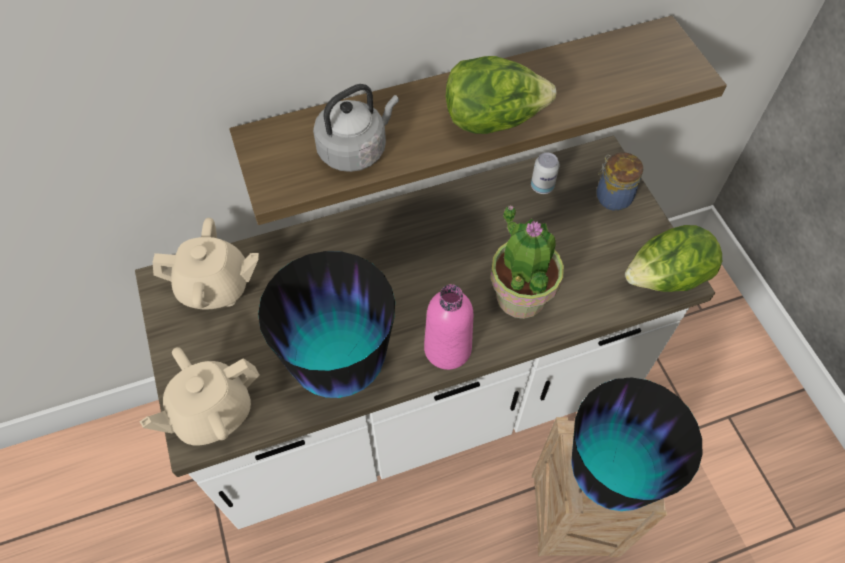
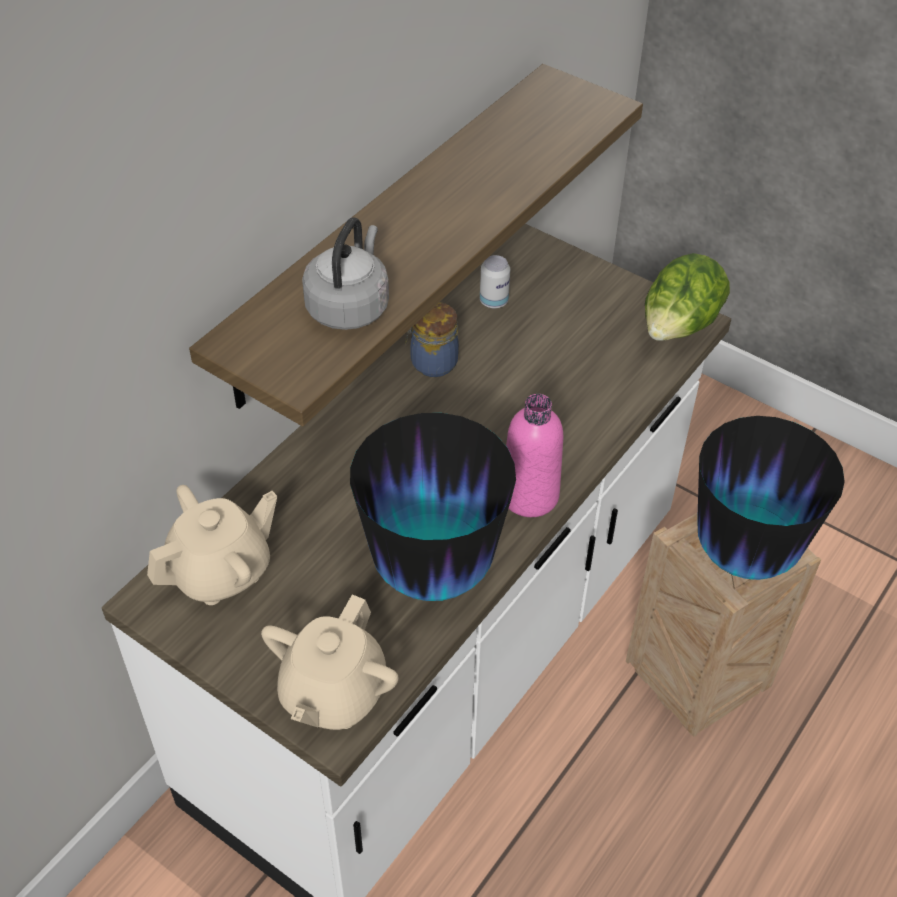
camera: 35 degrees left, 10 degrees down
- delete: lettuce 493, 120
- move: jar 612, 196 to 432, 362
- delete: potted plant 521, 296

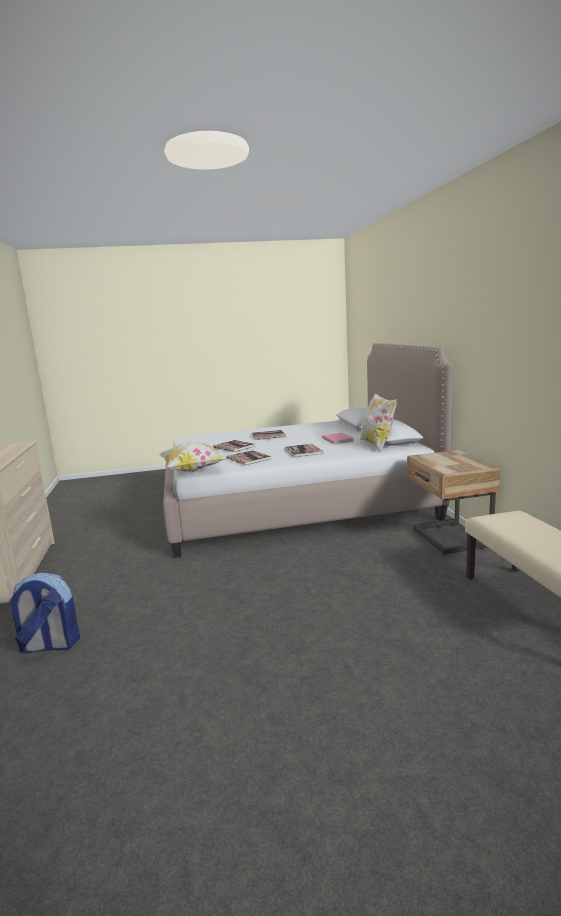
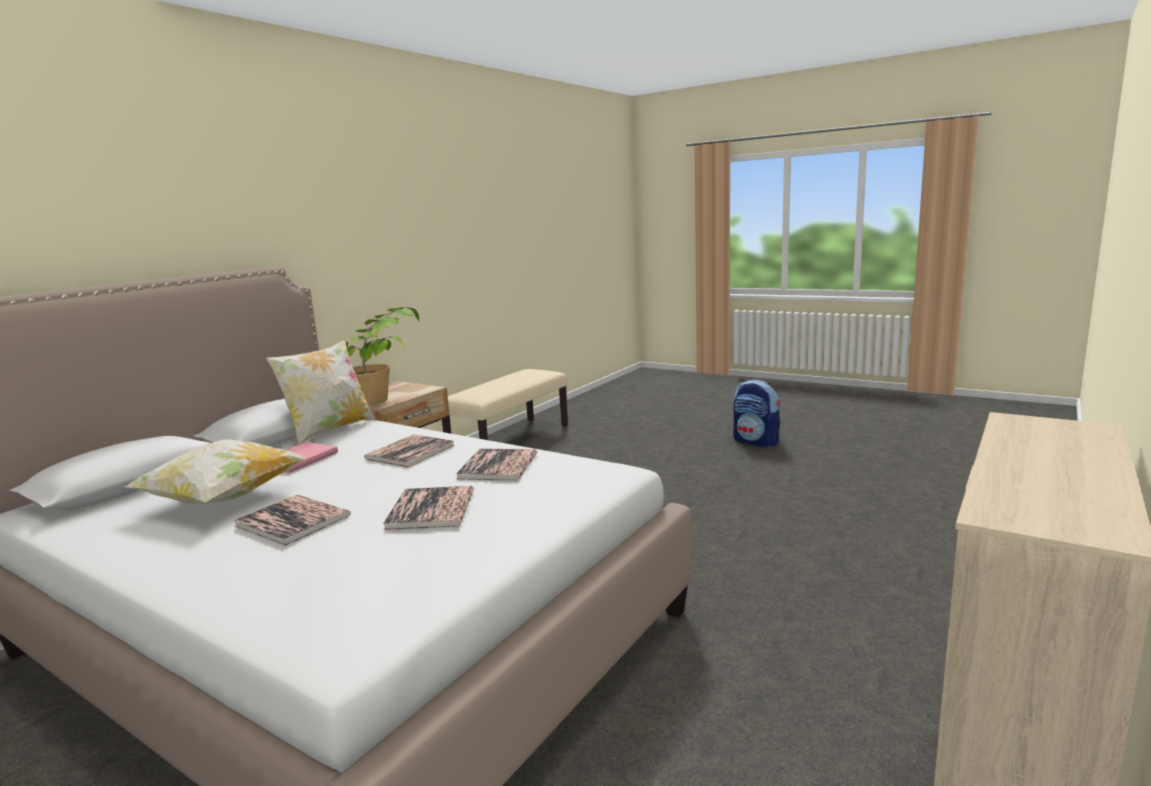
camera: 135 degrees left, 0 degrees up
- move: pillow 192, 470 to 224, 499
- move: backpack 49, 645 to 756, 441
- insert: potted plant 385, 396

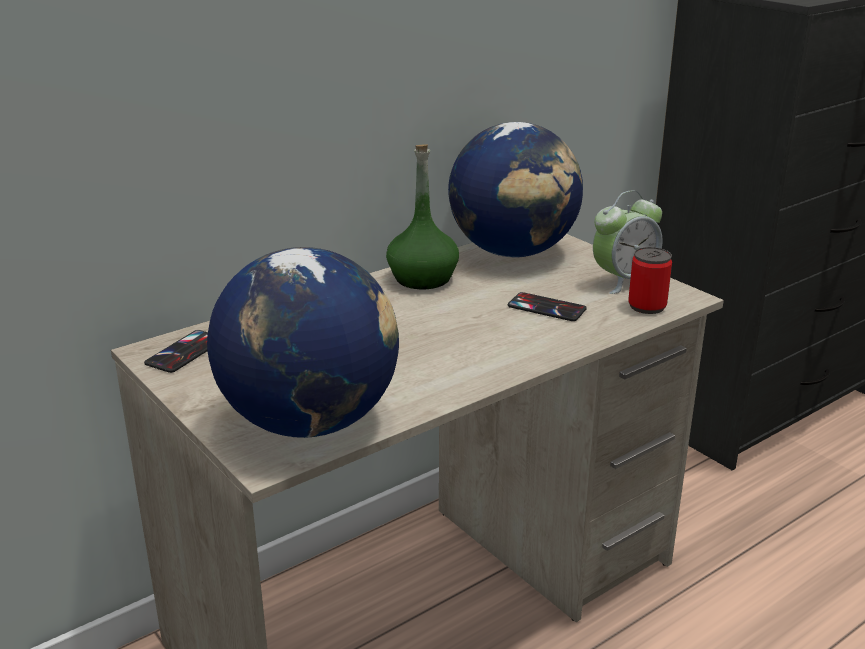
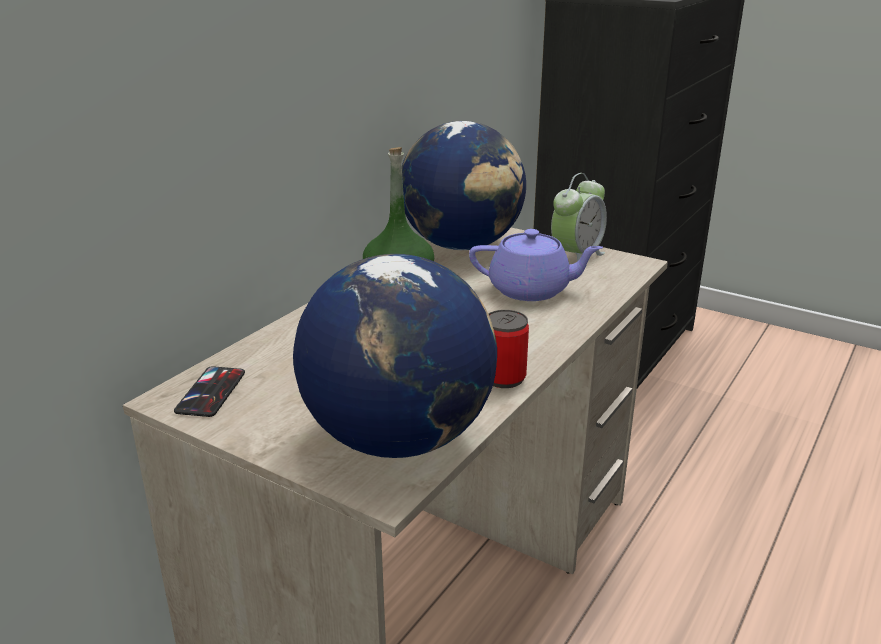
camera: 20 degrees left, 0 degrees up
- move: can 647, 306 to 503, 378
- replace: phone 546, 308 to teapot (purple) 531, 290

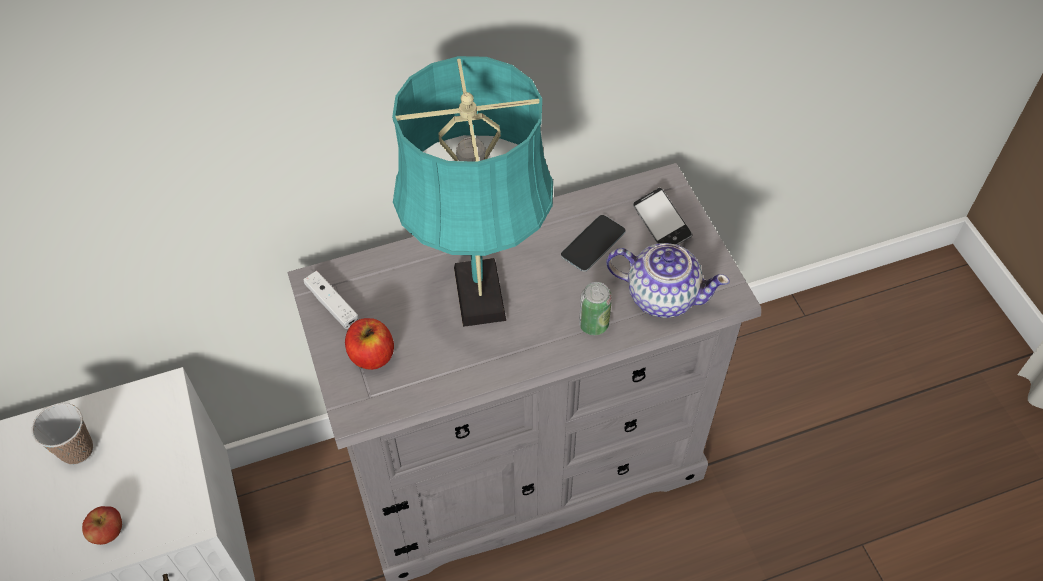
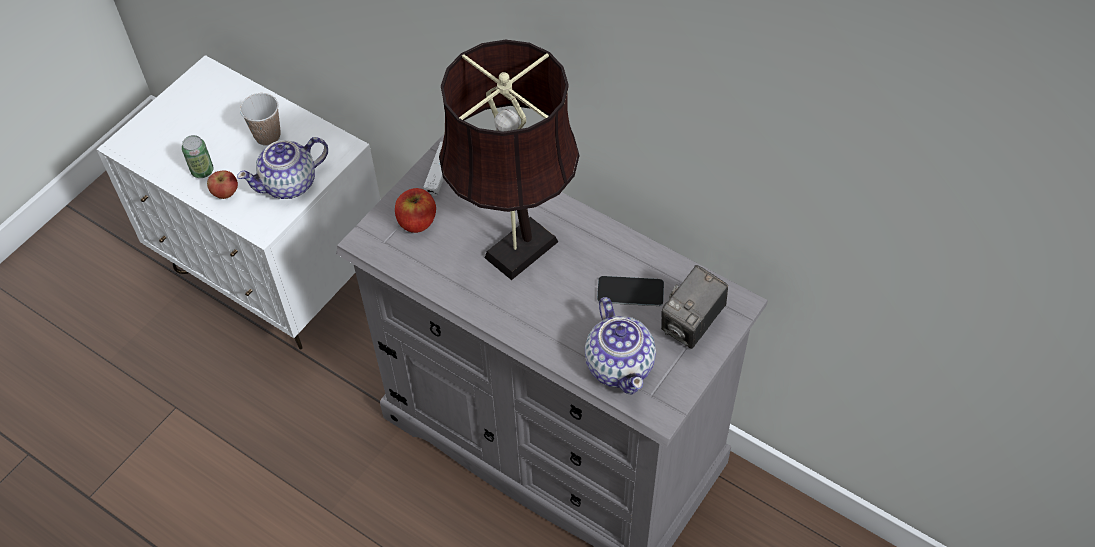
camera: 55 degrees right, 0 degrees up
- recolor: table lamp (turquoise) 480, 300 to table lamp (brown) 515, 254
- replace: phone 661, 223 to photo camera 692, 325
- move: can 593, 324 to 202, 171
- insert: teapot 290, 184

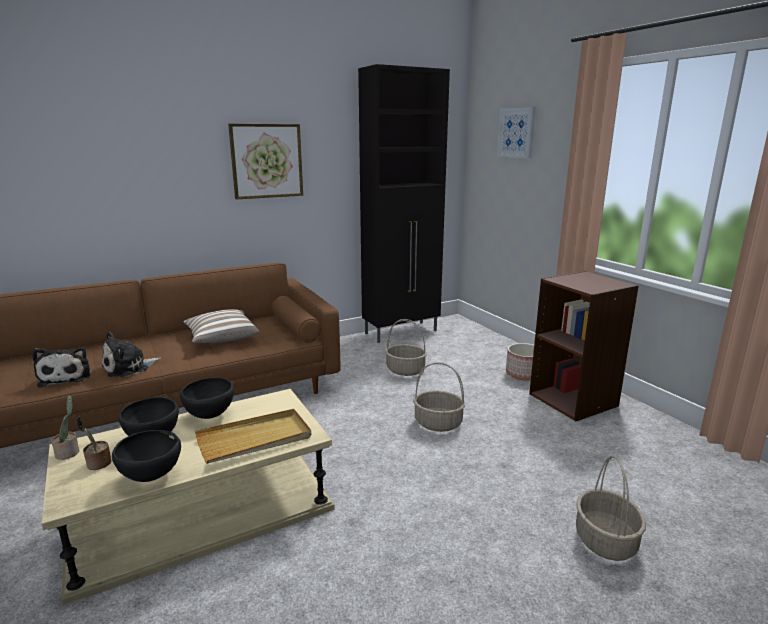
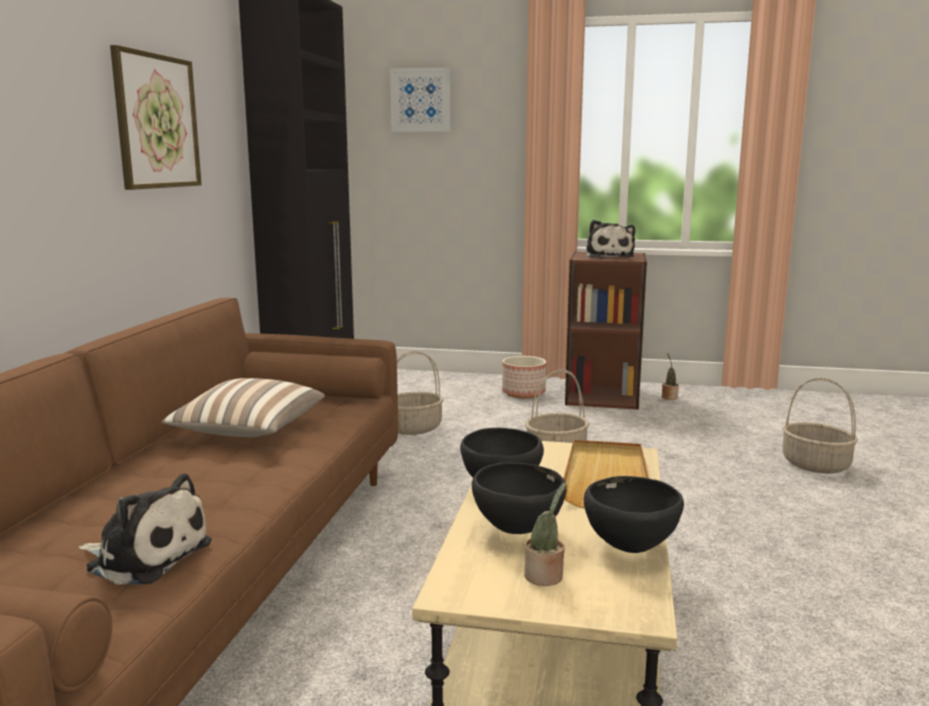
camera: 50 degrees left, 5 degrees down
- move: plush toy 129, 367 to 609, 256
- move: potted plant 69, 452 to 669, 397

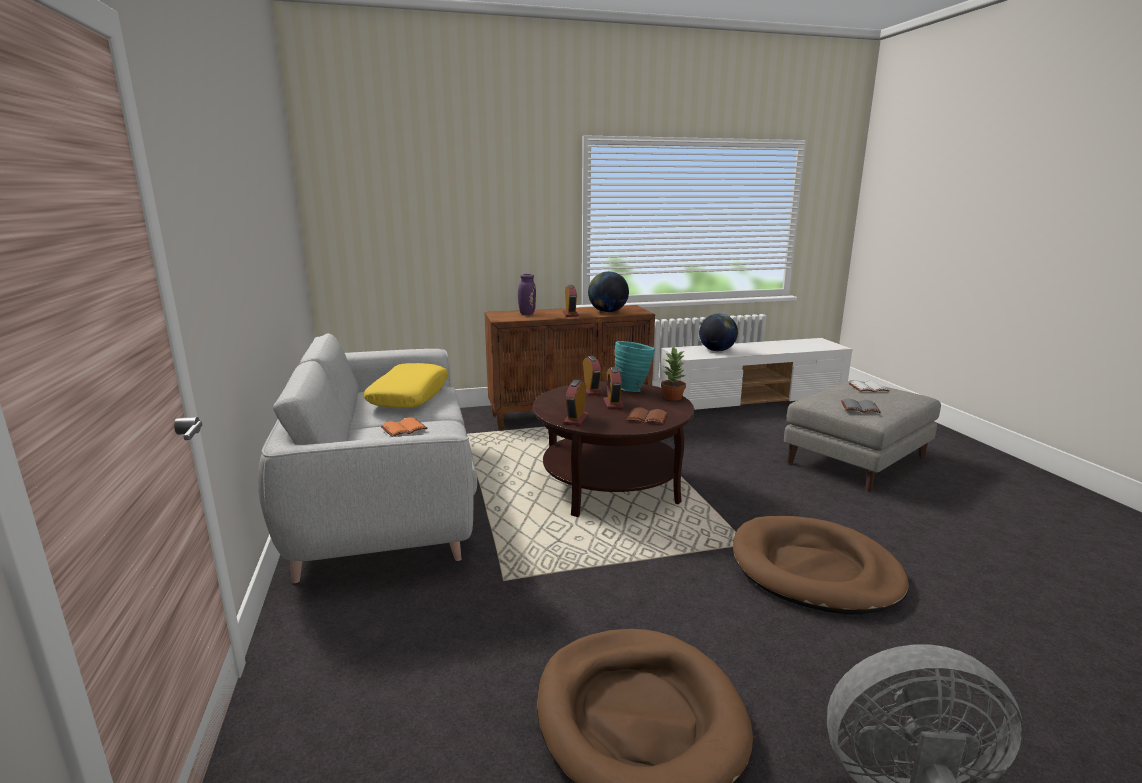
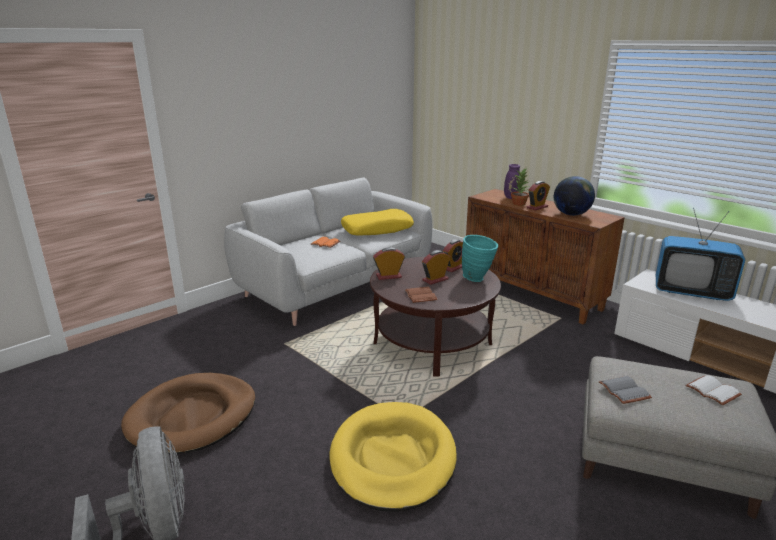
camera: 60 degrees right, 5 degrees up
- replace: globe 716, 350 to television 691, 292
- move: potted plant 673, 397 to 519, 204
- recolor: dog bed (brown) 814, 570 to dog bed (yellow) 392, 459

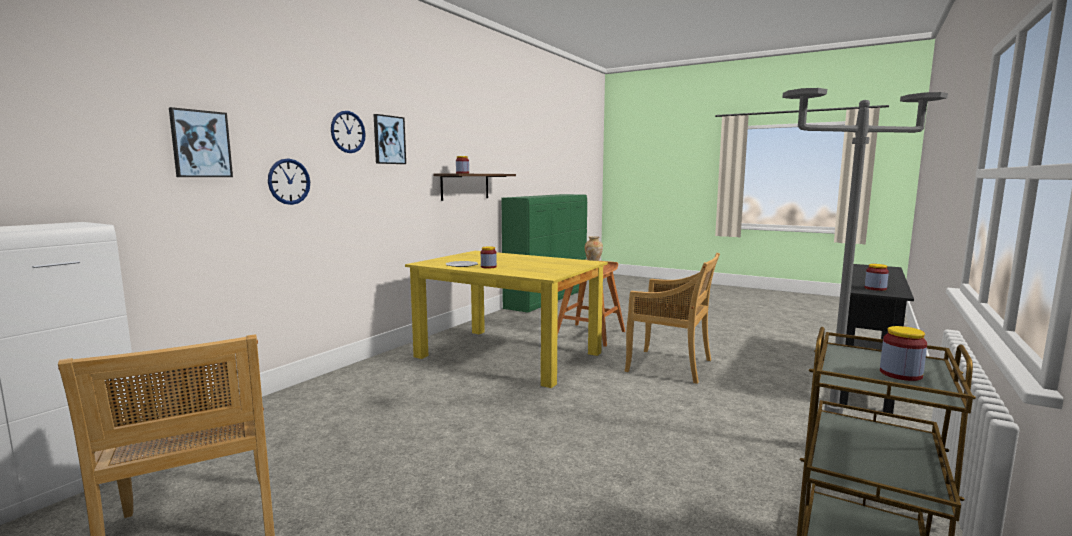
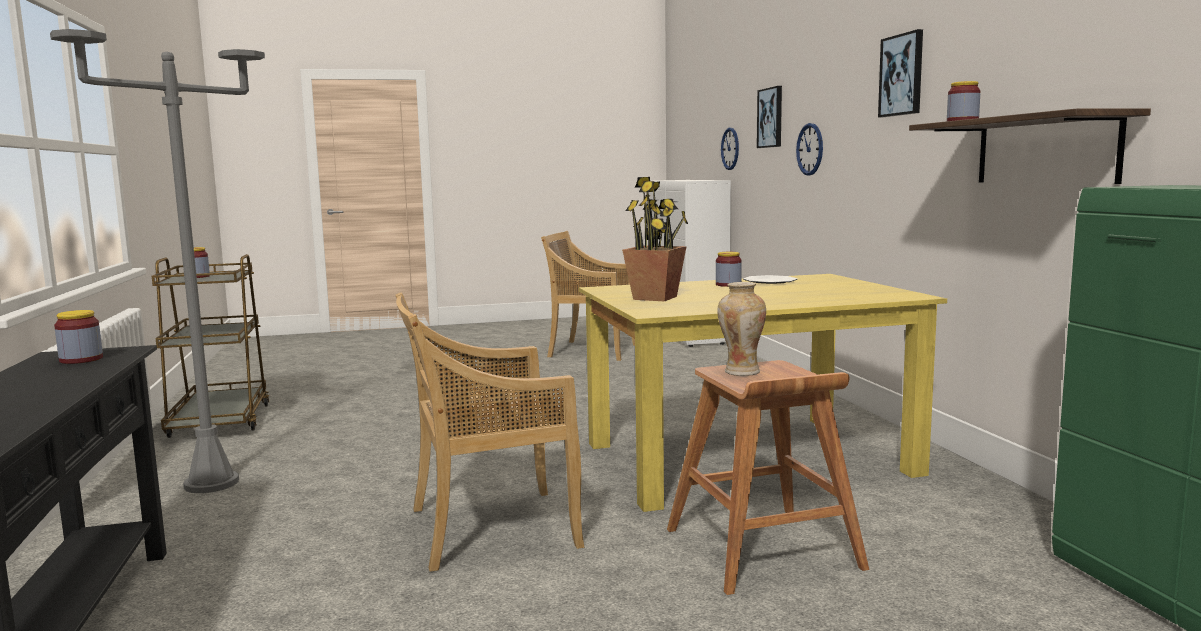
camera: 135 degrees right, 0 degrees up
- move: wall clock 348, 132 to 730, 148
- insert: potted plant 655, 298

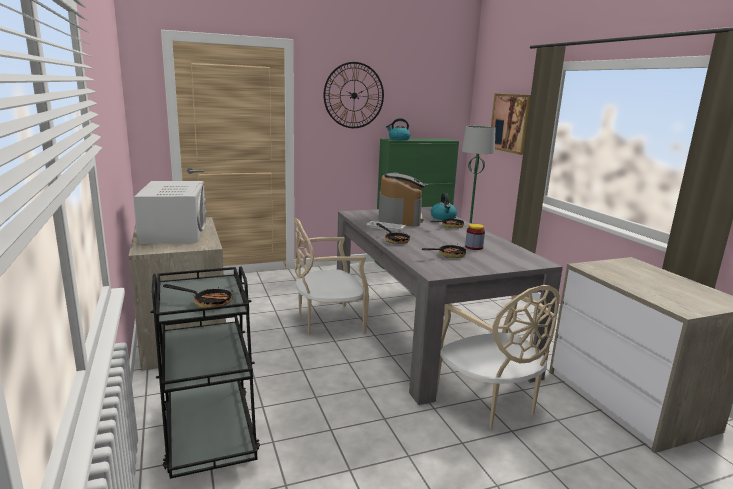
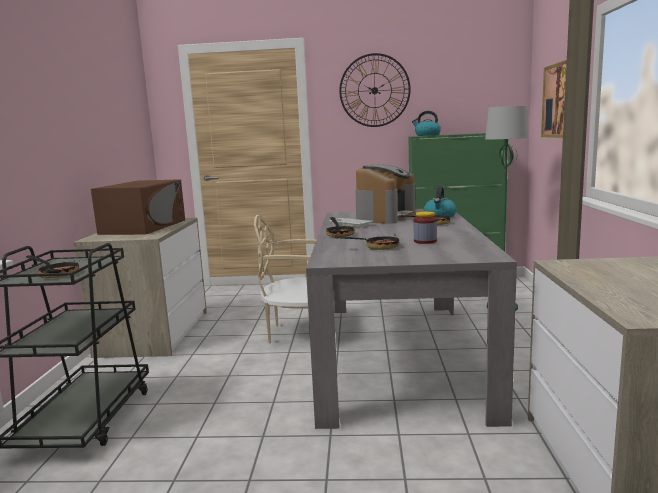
camera: 25 degrees right, 5 degrees down
- recolor: microwave (white) 175, 231 to microwave (brown) 144, 227
- delete: chair (beige) 489, 402

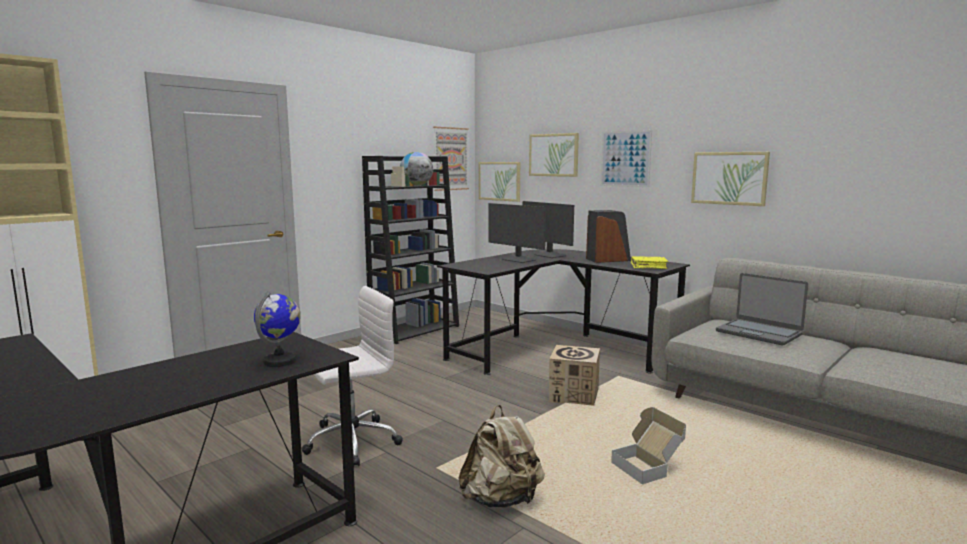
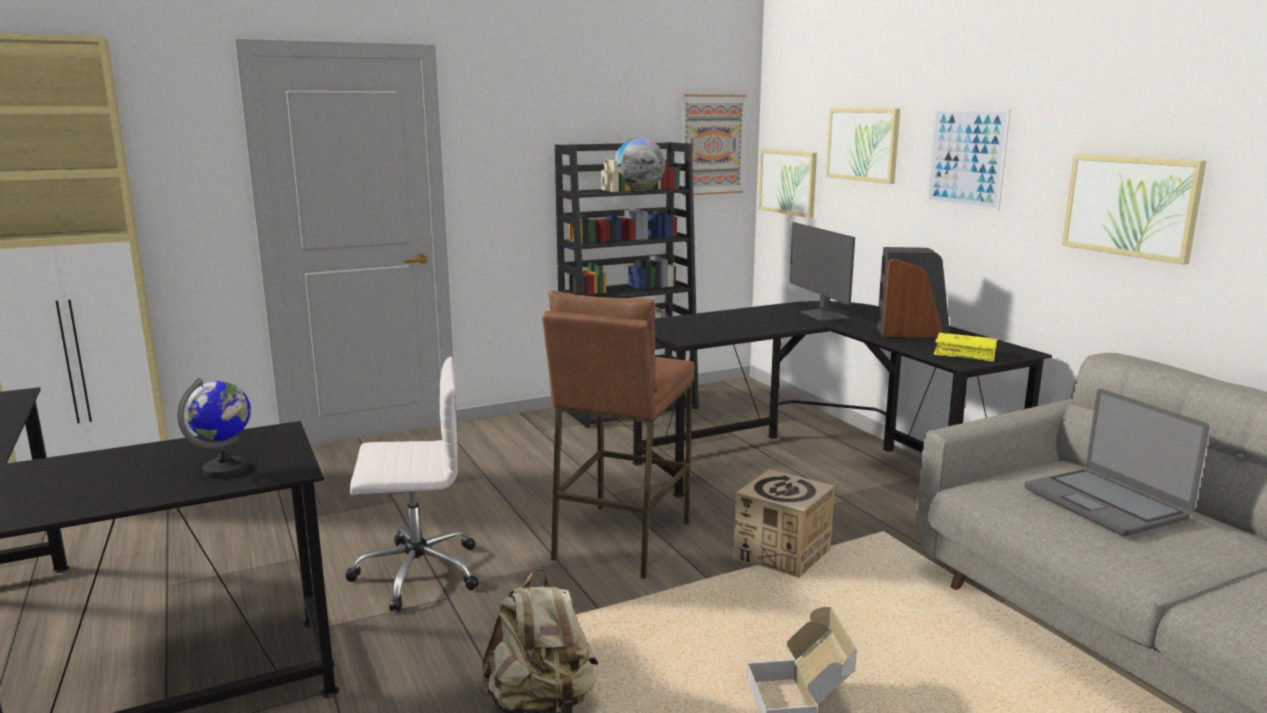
camera: 20 degrees right, 5 degrees up
- delete: monitor 518, 260
- insert: stool (brown) 620, 540

